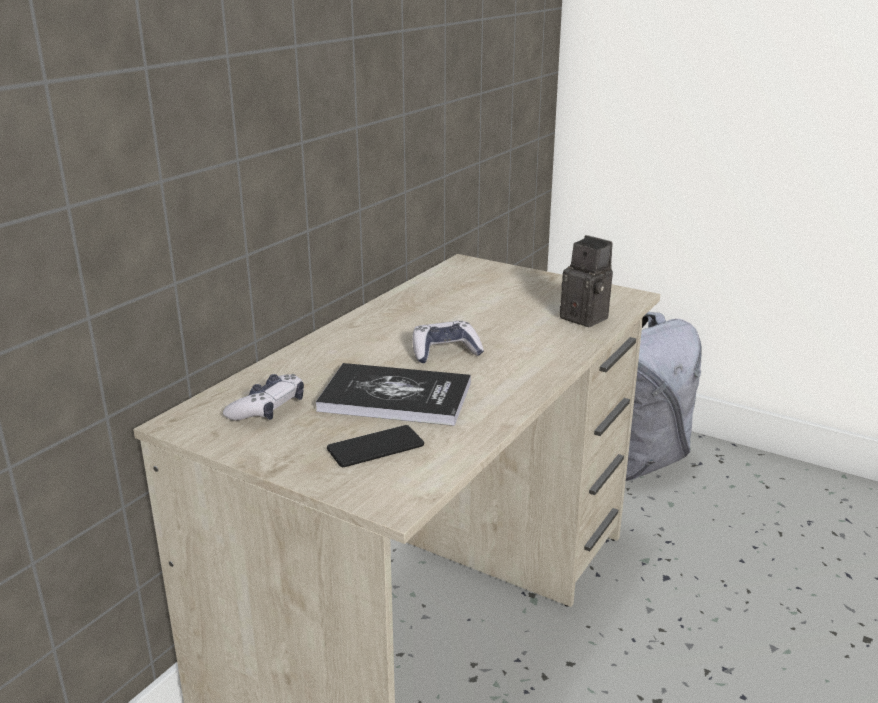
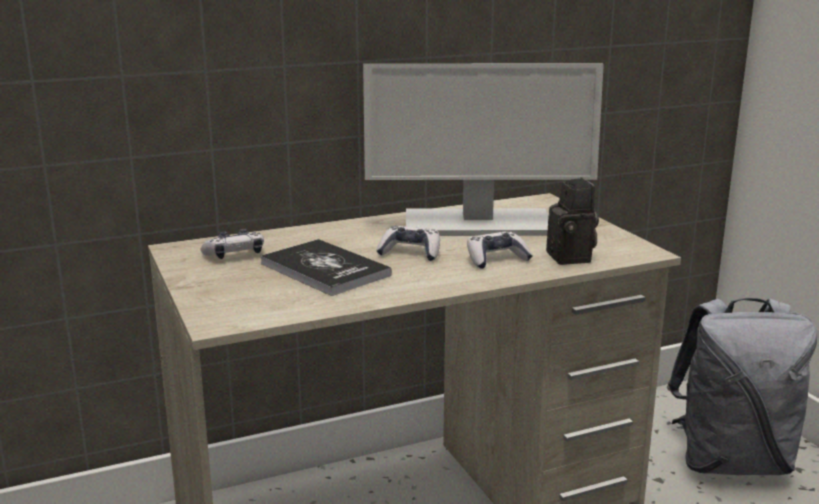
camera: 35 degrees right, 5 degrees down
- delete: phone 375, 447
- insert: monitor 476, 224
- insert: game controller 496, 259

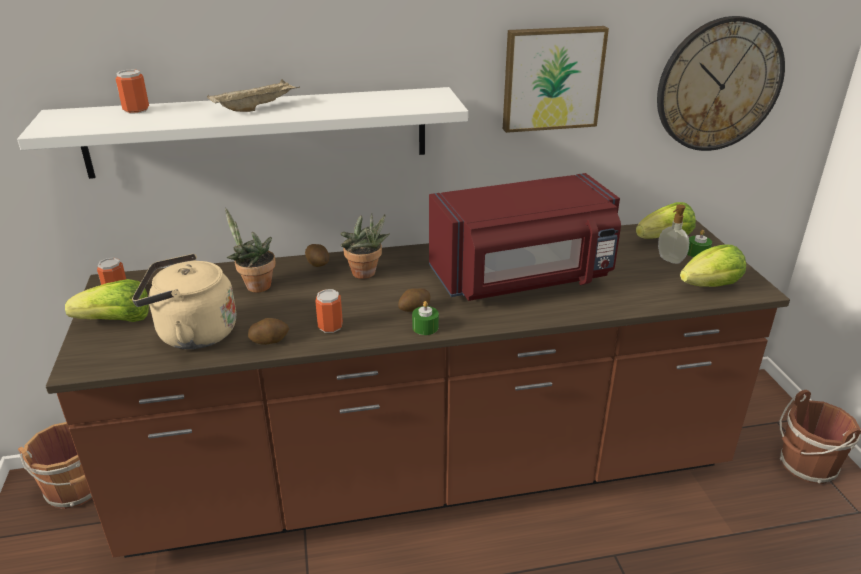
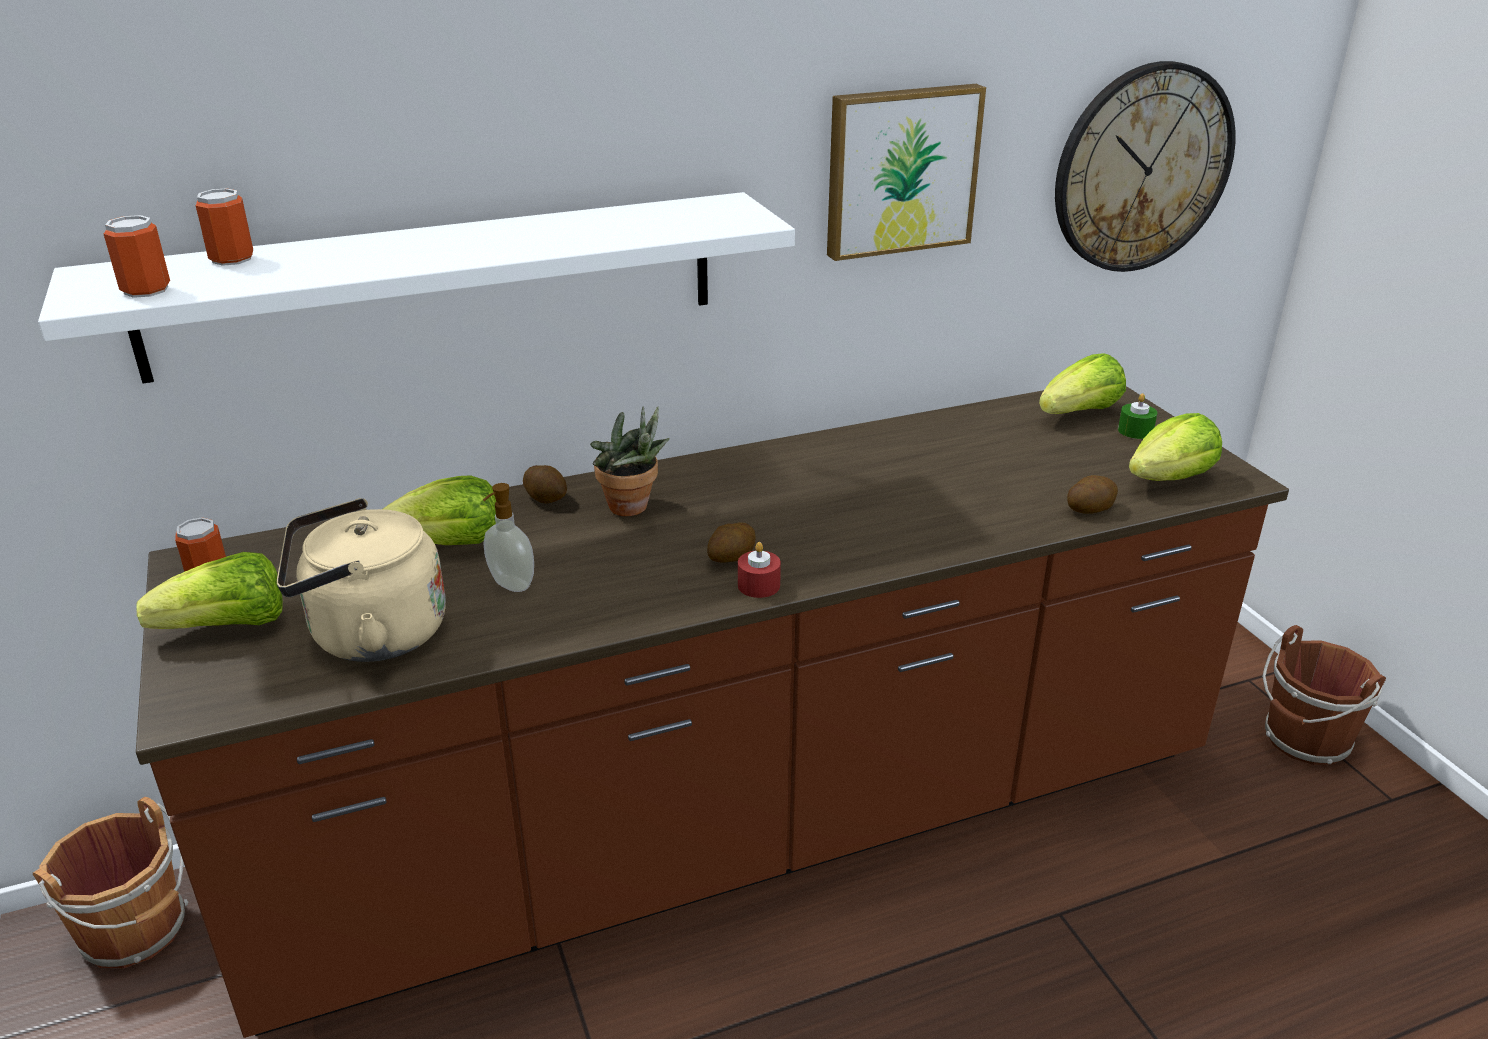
camera: 10 degrees left, 0 degrees up
- delete: tray (beige) 256, 108
- delete: microwave (red) 523, 278
- move: soap dispenser 669, 260 to 510, 585
- replace: potted plant 255, 286 to lettuce 451, 544
- move: can 330, 326 to 146, 290
- recolor: candle (green) 425, 327 to candle (red) 758, 585
- move: potato 269, 340 to 1090, 508

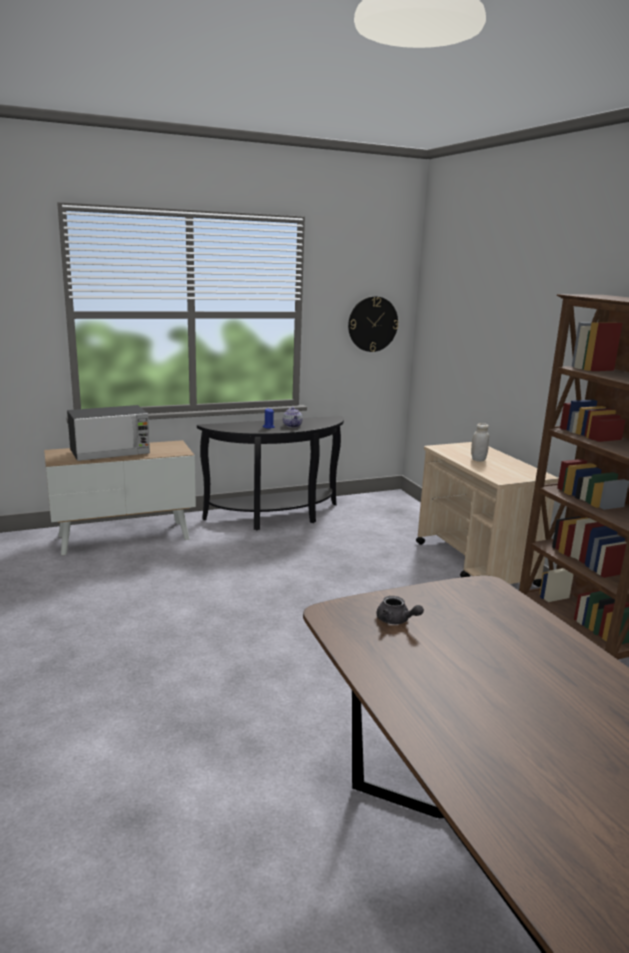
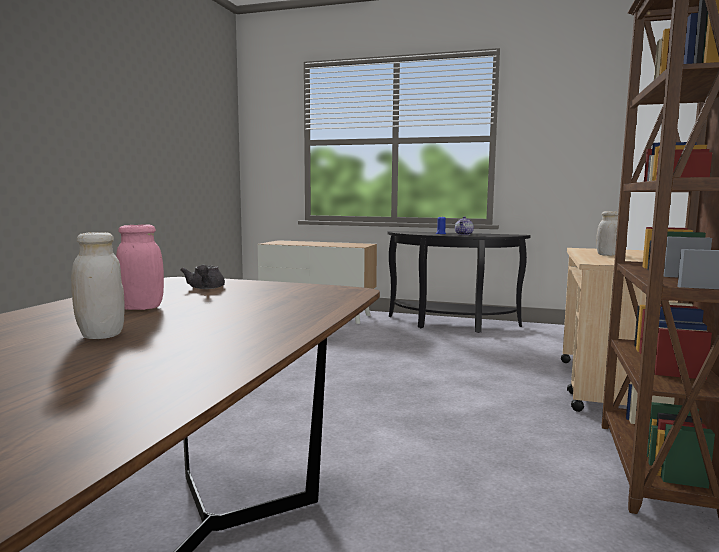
camera: 40 degrees right, 10 degrees down
- delete: wall clock 372, 324
- delete: microwave 110, 453
- insert: jar (pink) 141, 308
- insert: jar (white) 101, 335

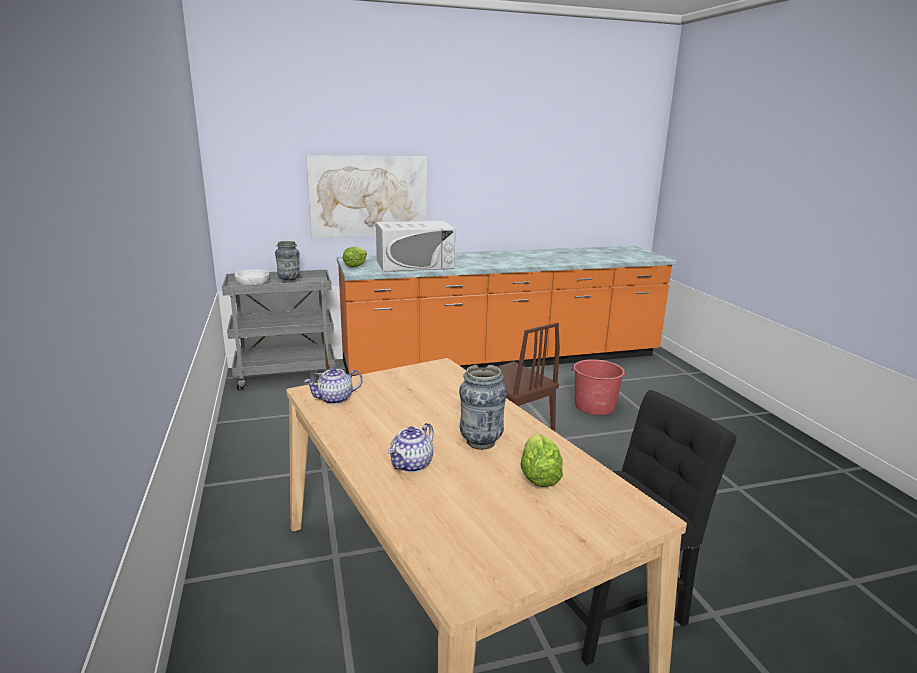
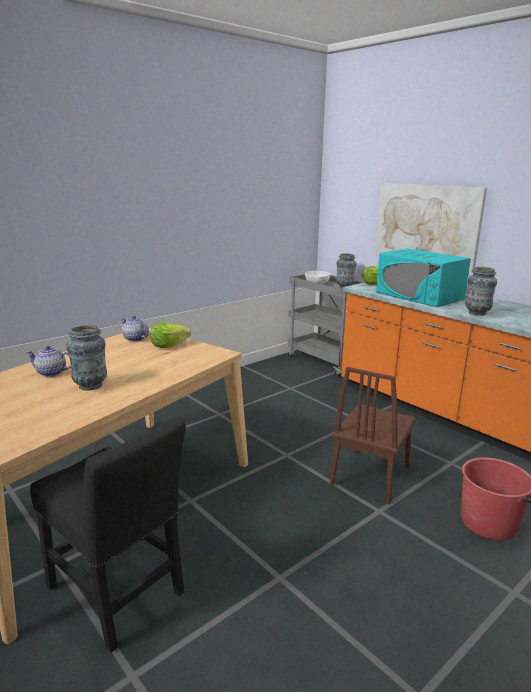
camera: 65 degrees right, 0 degrees up
- recolor: microwave (white) 415, 264 to microwave (turquoise) 419, 295
- move: lettuce 538, 476 to 168, 346
- insert: vase 477, 313

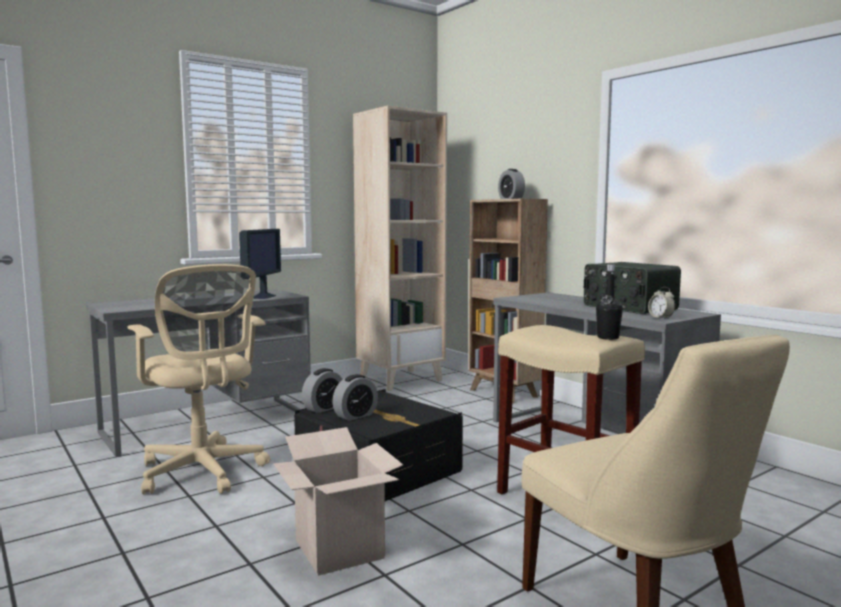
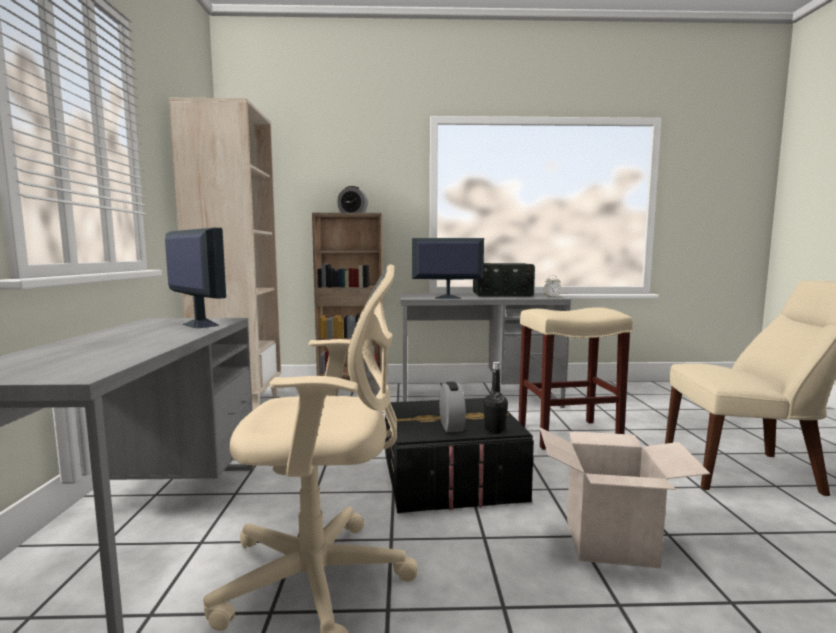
camera: 55 degrees left, 0 degrees up
- move: bottle (black) 608, 337 to 494, 430
- delete: alarm clock 324, 408
- insert: monitor 447, 298

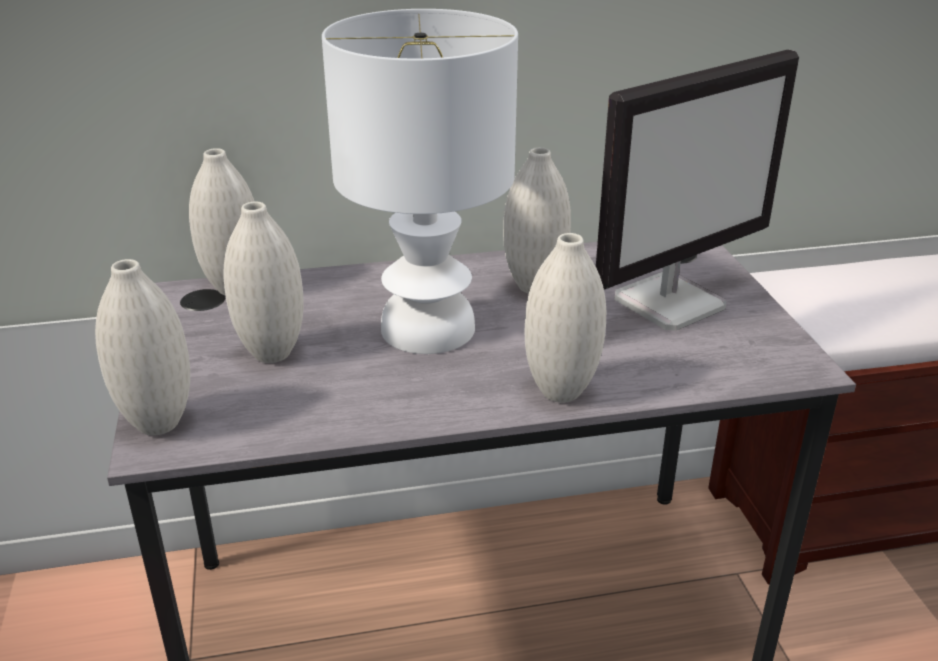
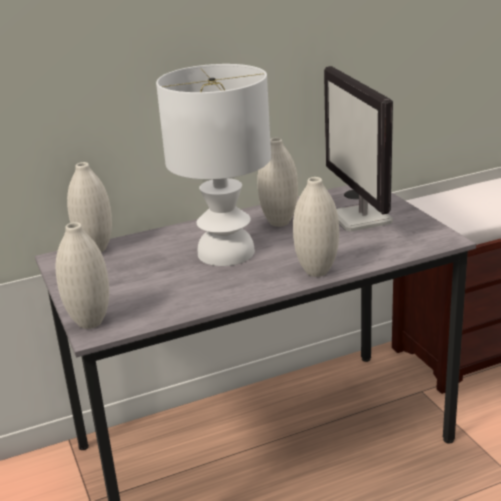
camera: 10 degrees left, 5 degrees down
- rotate: monitor 670, 302 = 361, 219 120 degrees clockwise
- delete: vase (white) 272, 354

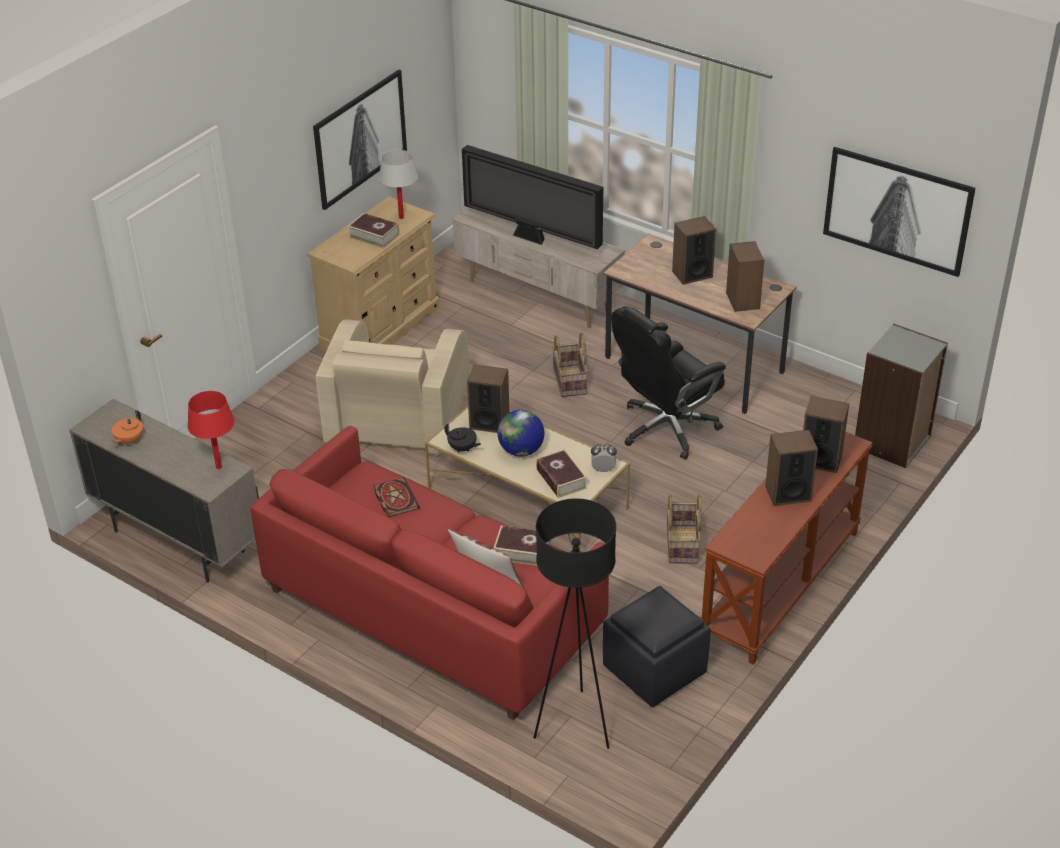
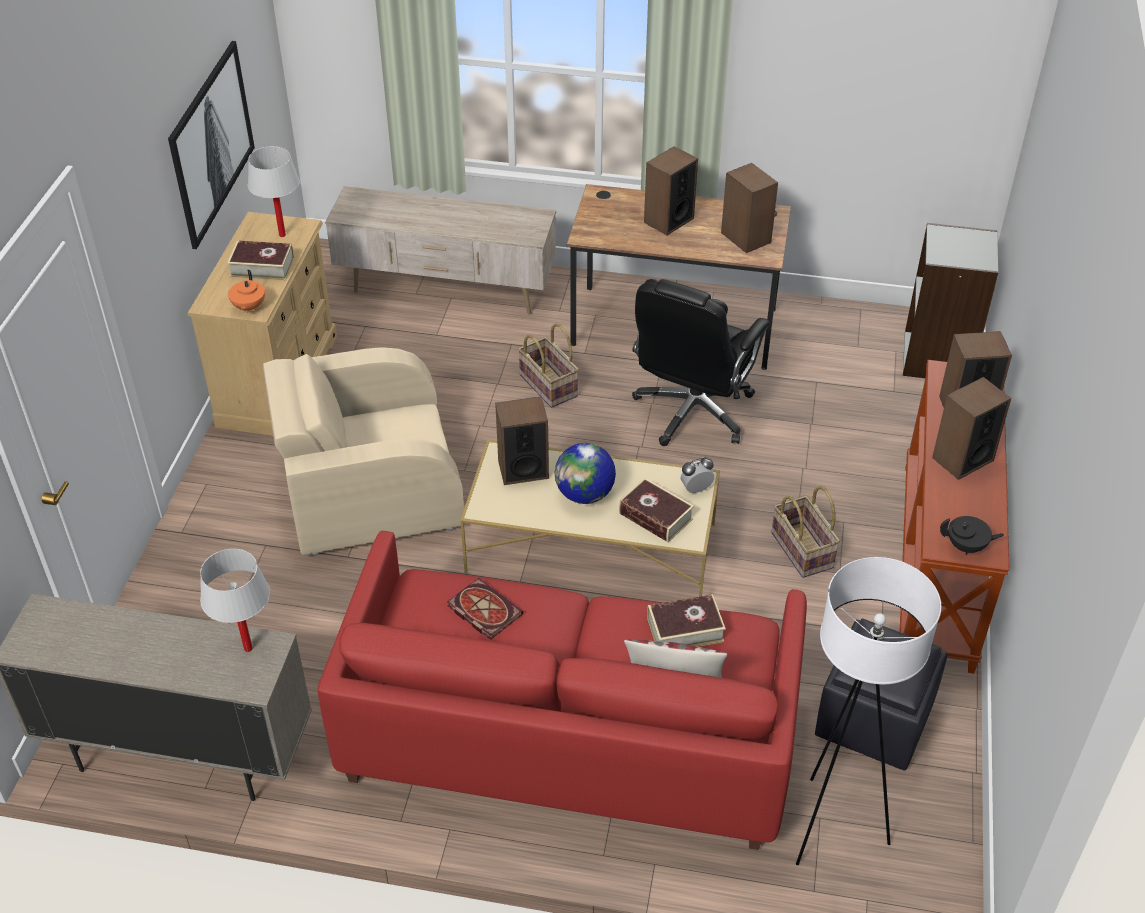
camera: 25 degrees left, 5 degrees up
- delete: television 531, 238
- delete: picture 897, 210
- rotate: armchair (beige) 398, 416 = 370, 490 90 degrees clockwise
- recolor: table lamp (red) 219, 467 to table lamp (white) 248, 648
- move: teapot (orange) 129, 440 to 248, 307
- move: teapot (black) 462, 448 to 966, 547
- recolor: floor lamp (black) 575, 724 to floor lamp (white) 832, 827

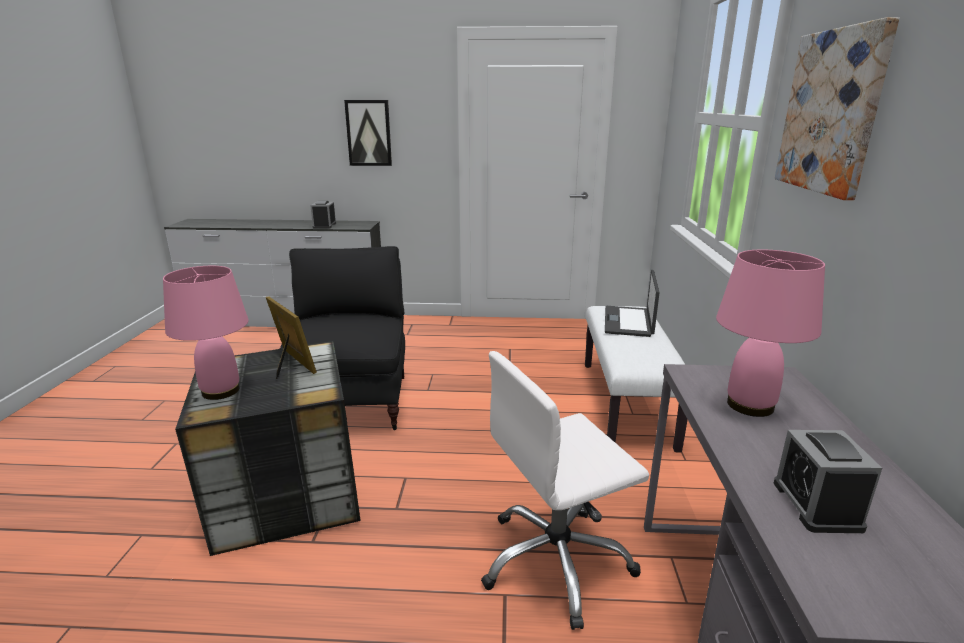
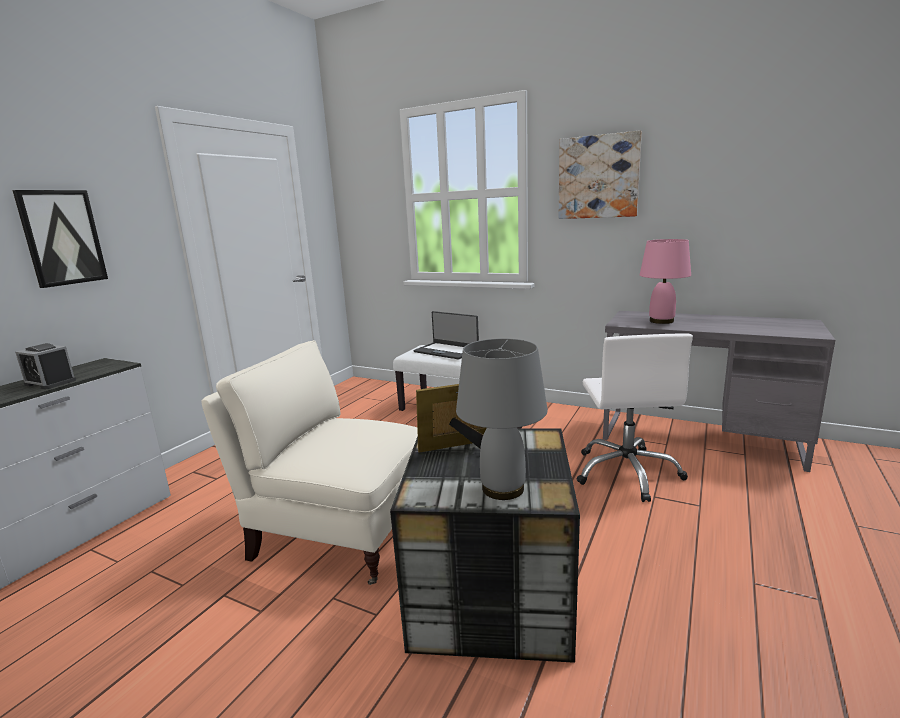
camera: 65 degrees left, 5 degrees down
- recolor: armchair (black) 354, 402 to armchair (beige) 337, 533
- recolor: table lamp (pink) 220, 391 to table lamp (grey) 504, 489
- delete: alarm clock 816, 505

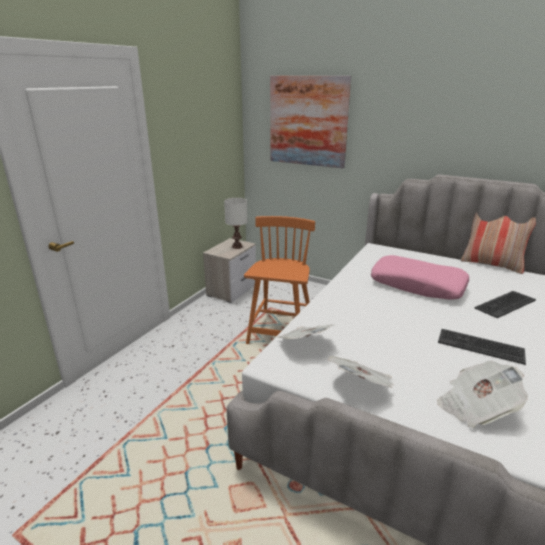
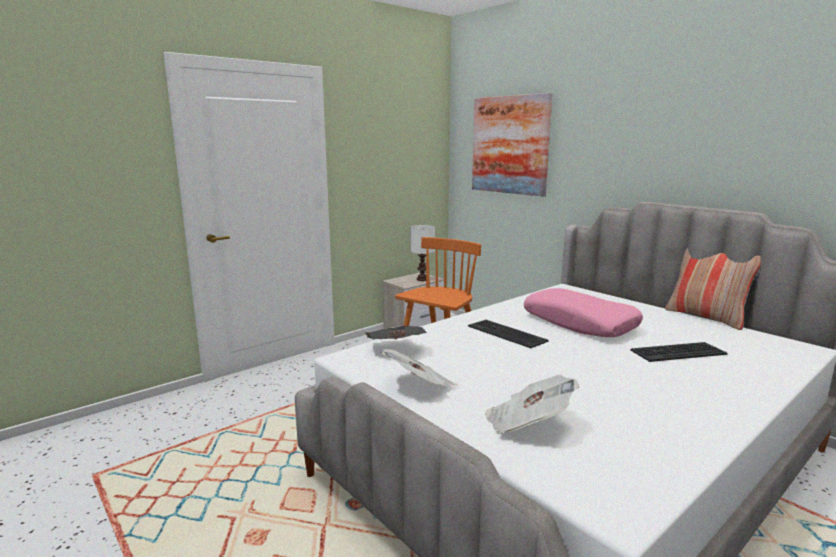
camera: 20 degrees right, 10 degrees down
- move: keyboard 480, 346 to 507, 334

